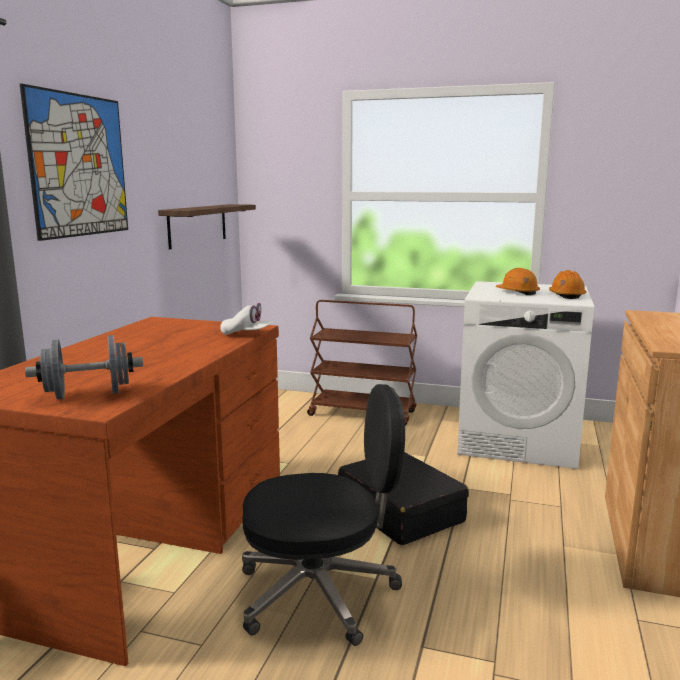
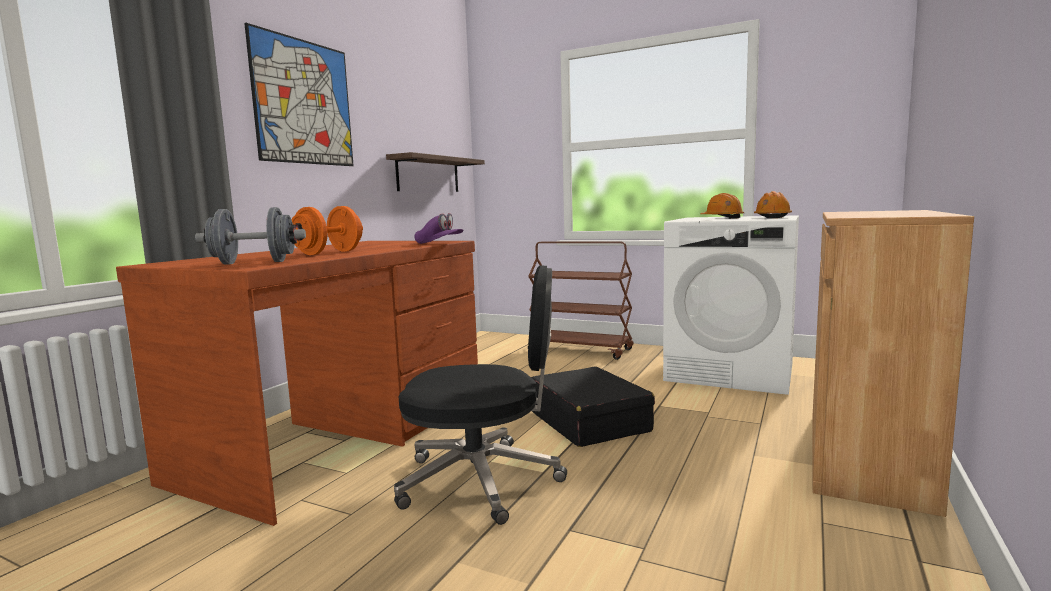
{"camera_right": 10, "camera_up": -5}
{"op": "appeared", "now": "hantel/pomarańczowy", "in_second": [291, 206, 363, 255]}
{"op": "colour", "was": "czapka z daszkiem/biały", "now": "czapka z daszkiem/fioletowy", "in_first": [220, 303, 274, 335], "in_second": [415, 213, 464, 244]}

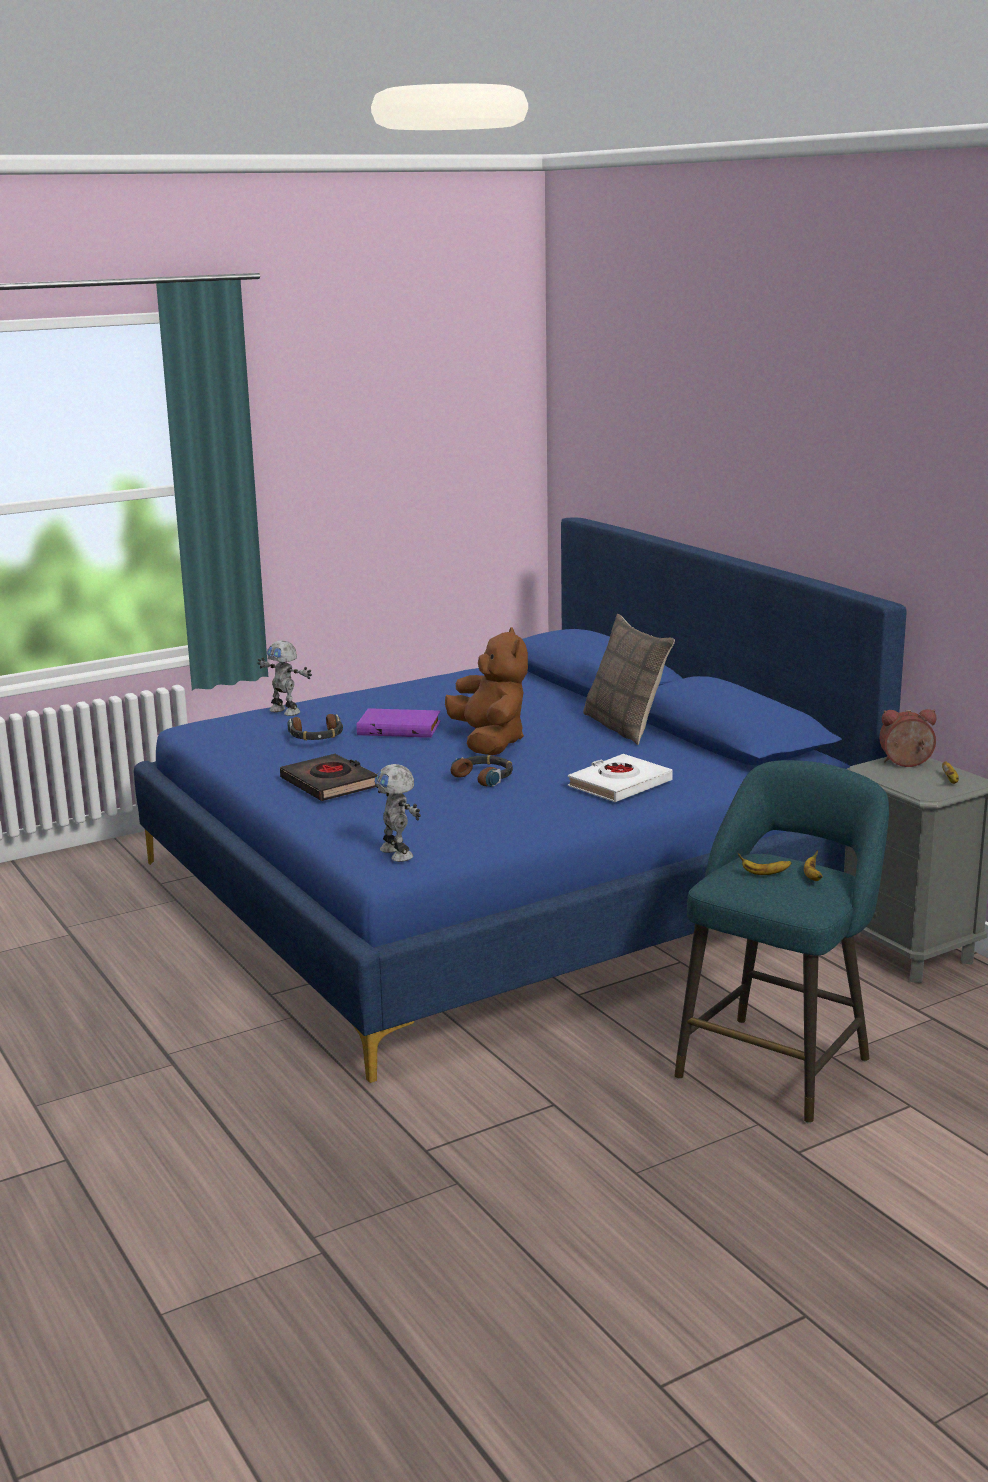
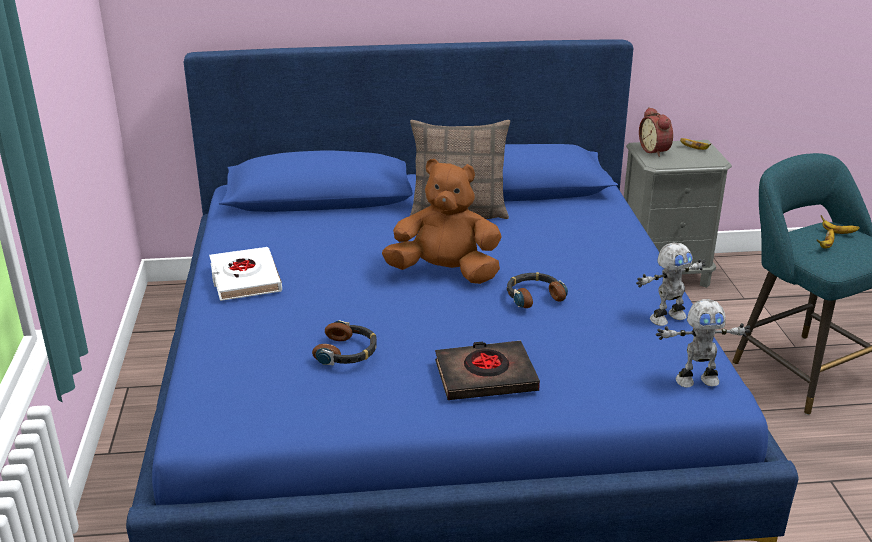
{"camera_right": -65, "camera_up": 10}
{"op": "relocated", "was": "książka/biały", "in_first": [567, 754, 673, 802], "in_second": [209, 247, 282, 301]}
{"op": "relocated", "was": "robot zabawkowy", "in_first": [257, 640, 312, 716], "in_second": [636, 243, 706, 326]}
{"op": "spun", "was": "budzik", "in_first": [879, 709, 936, 767], "in_second": [639, 107, 673, 157], "clockwise": -45}
{"op": "missing", "was": "książka/fioletowy", "in_first": [357, 708, 441, 738]}

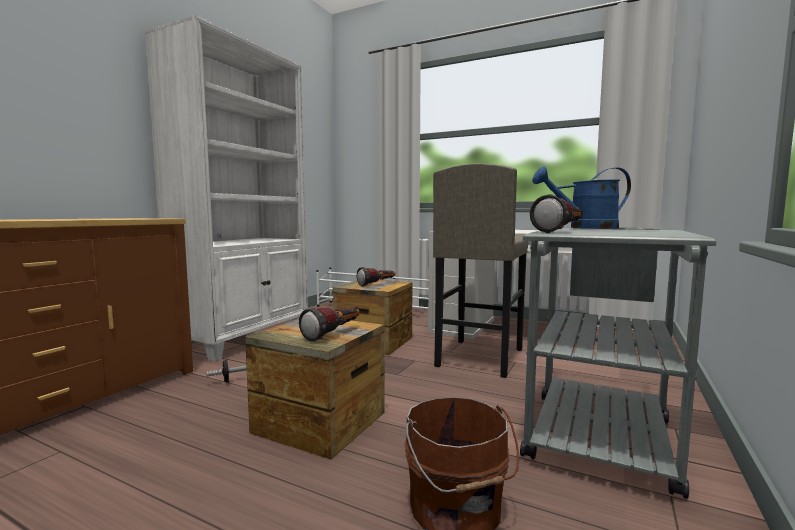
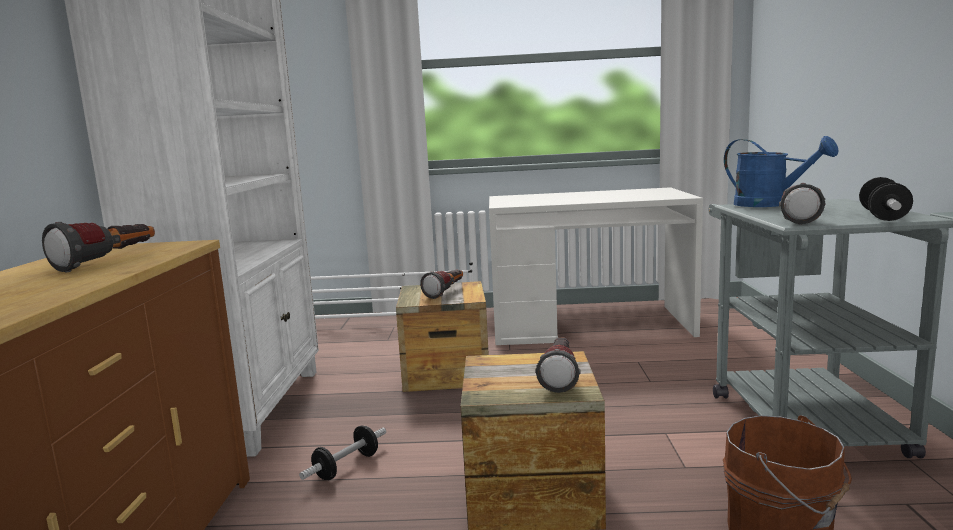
{"camera_right": -25, "camera_up": 5}
{"op": "appeared", "now": "latarka", "in_second": [42, 222, 155, 272]}
{"op": "spun", "was": "konewka/niebieski", "in_first": [532, 166, 631, 229], "in_second": [724, 136, 838, 207], "clockwise": -105}
{"op": "appeared", "now": "hantel", "in_second": [859, 177, 913, 221]}
{"op": "missing", "was": "stołek/szary", "in_first": [433, 163, 528, 378]}

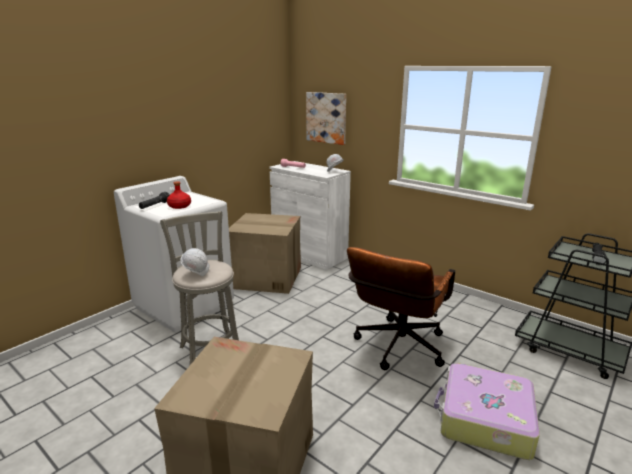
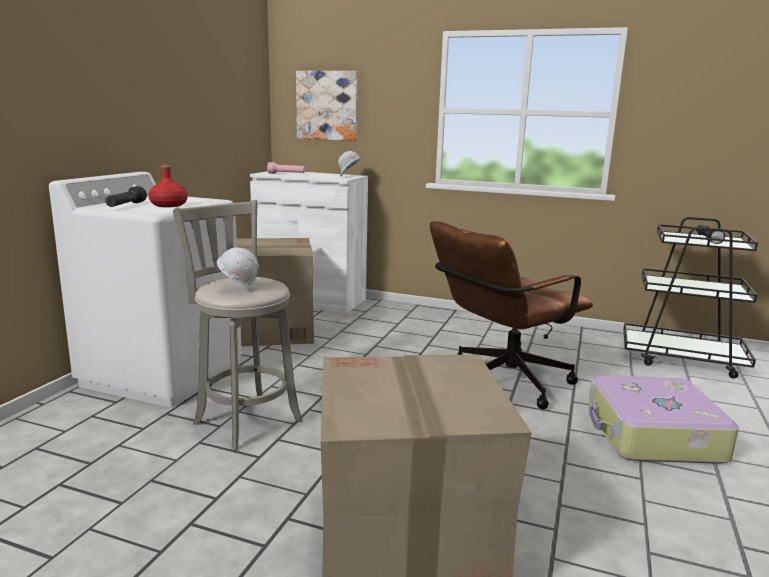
{"camera_right": -20, "camera_up": -5}
{"op": "spun", "was": "krzesło biurowe/brązowy", "in_first": [347, 247, 455, 370], "in_second": [430, 221, 593, 409], "clockwise": 45}

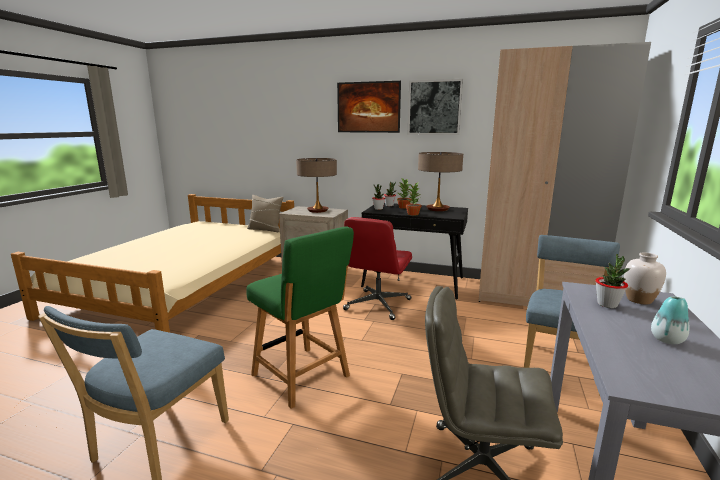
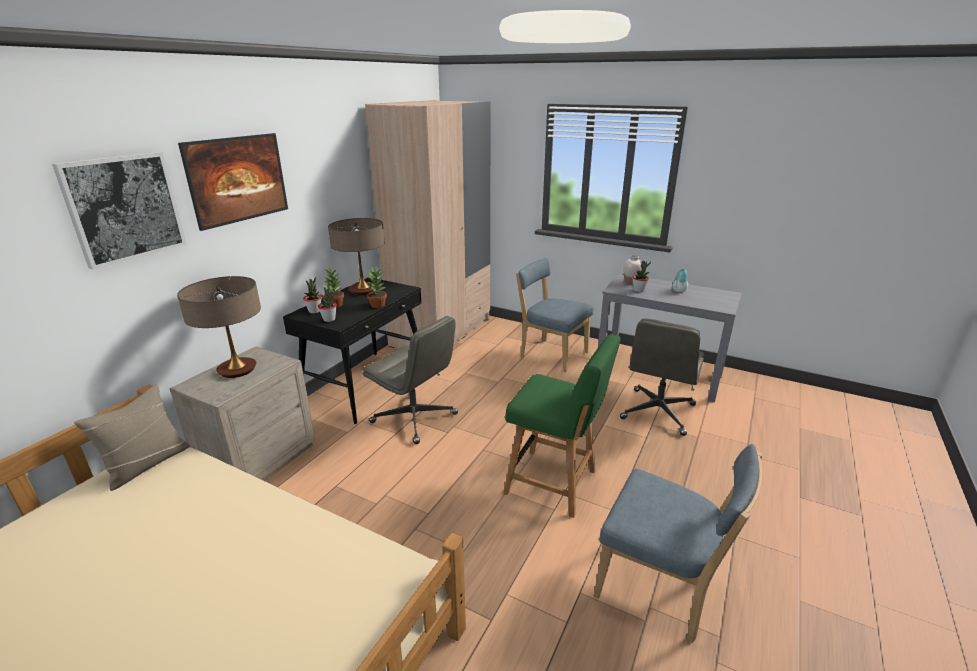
{"camera_right": -80, "camera_up": 10}
{"op": "relocated", "was": "obraz", "in_first": [408, 79, 463, 135], "in_second": [52, 152, 187, 270]}
{"op": "colour", "was": "krzesło biurowe/czerwony", "now": "krzesło biurowe/szary", "in_first": [343, 217, 412, 320], "in_second": [363, 316, 458, 444]}
{"op": "spun", "was": "krzesło/zielony", "in_first": [246, 226, 354, 409], "in_second": [503, 334, 621, 518], "clockwise": 60}

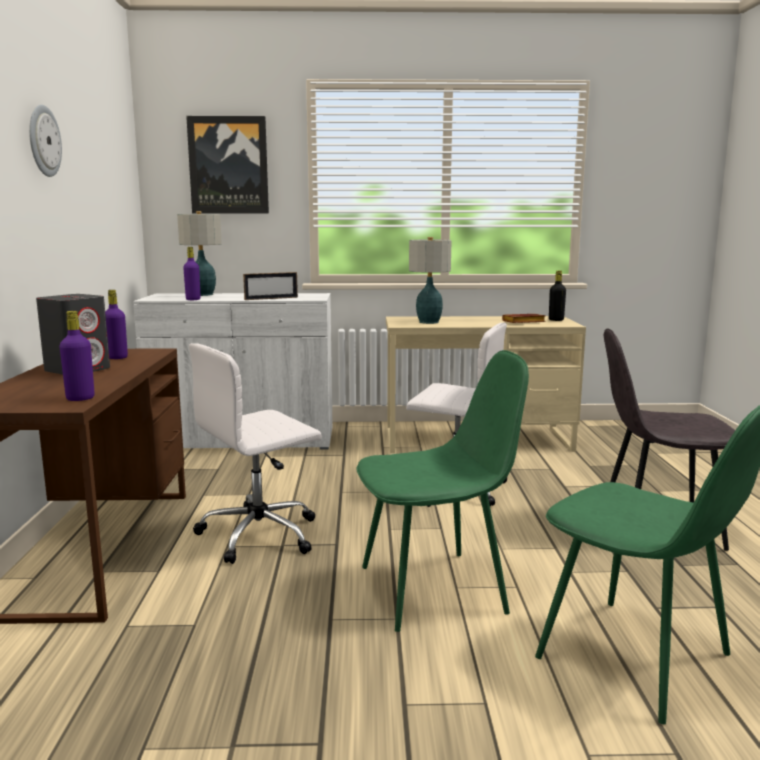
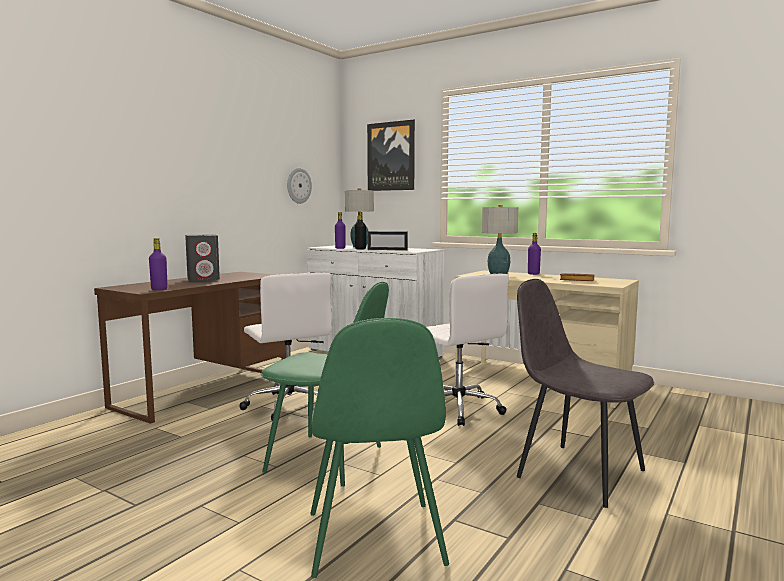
{"camera_right": 35, "camera_up": -5}
{"op": "spun", "was": "krzesło biurowe/biały", "in_first": [189, 343, 322, 564], "in_second": [239, 272, 332, 421], "clockwise": -120}
{"op": "relocated", "was": "zegar ścienny", "in_first": [29, 105, 62, 177], "in_second": [287, 168, 312, 204]}
{"op": "relocated", "was": "butelka/czarny", "in_first": [549, 271, 566, 321], "in_second": [355, 212, 366, 250]}
{"op": "relocated", "was": "butelka/fioletowy", "in_first": [105, 290, 128, 359], "in_second": [528, 233, 541, 275]}

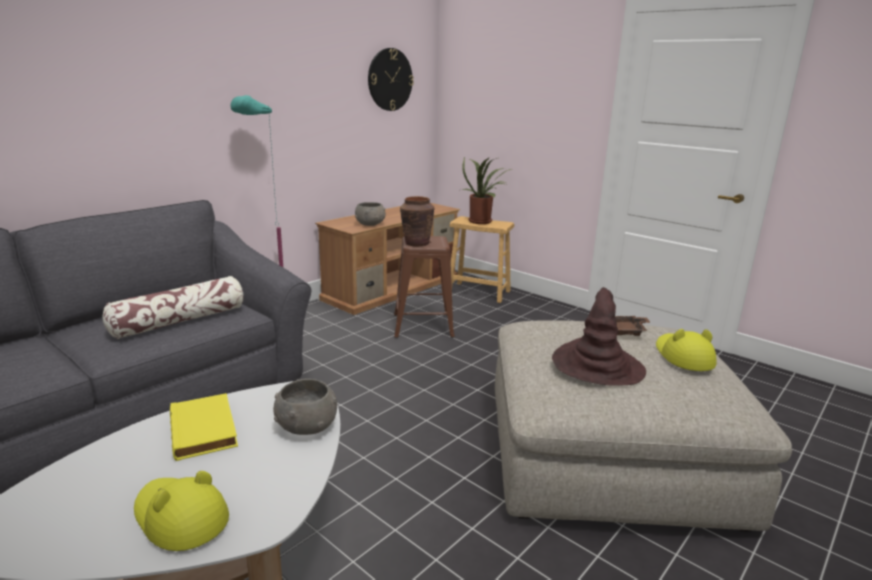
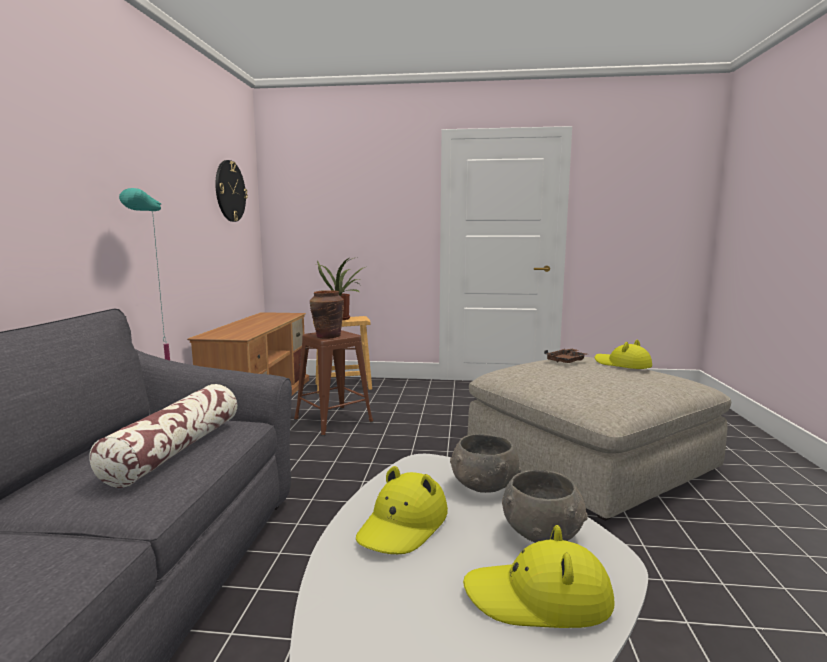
{"camera_right": -35, "camera_up": -10}
{"op": "exchanged", "was": "książka/żółty", "now": "kapelusz/żółty", "in_first": [170, 393, 238, 461], "in_second": [356, 466, 448, 554]}
{"op": "relocated", "was": "miska/szary", "in_first": [355, 202, 386, 226], "in_second": [502, 470, 588, 543]}
{"op": "missing", "was": "kapelusz/brązowy", "in_first": [552, 287, 646, 386]}

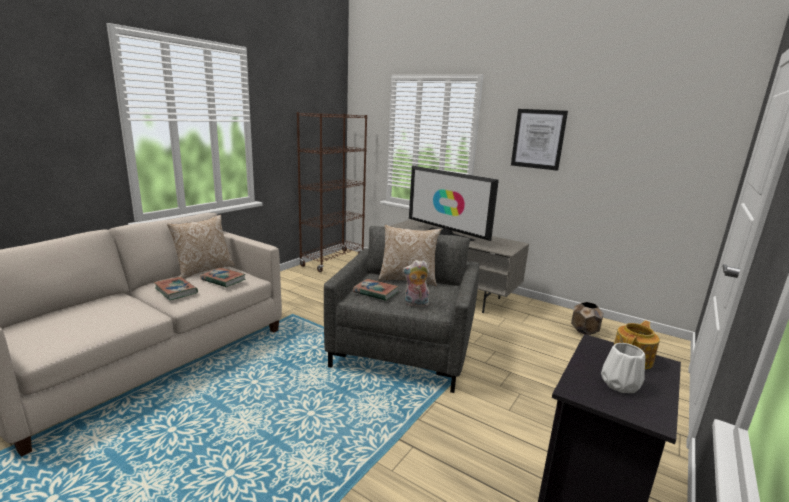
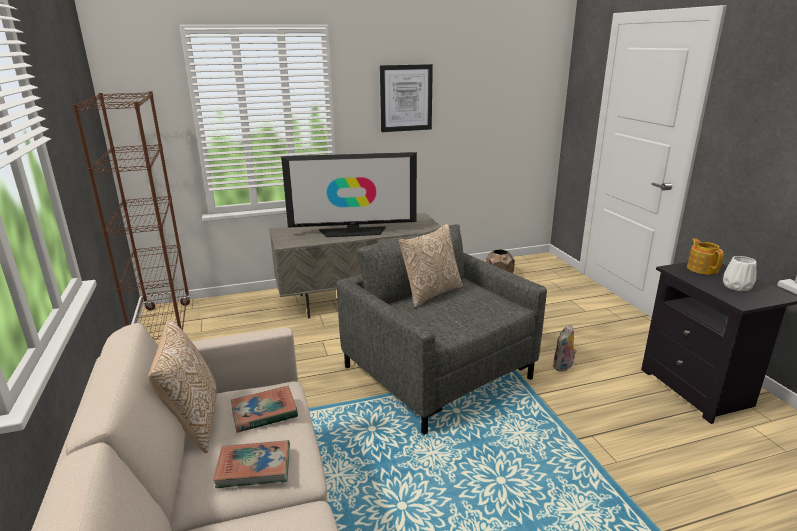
{"camera_right": -50, "camera_up": 5}
{"op": "relocated", "was": "pluszak", "in_first": [402, 260, 430, 307], "in_second": [552, 325, 577, 372]}
{"op": "missing", "was": "książka", "in_first": [353, 279, 399, 301]}

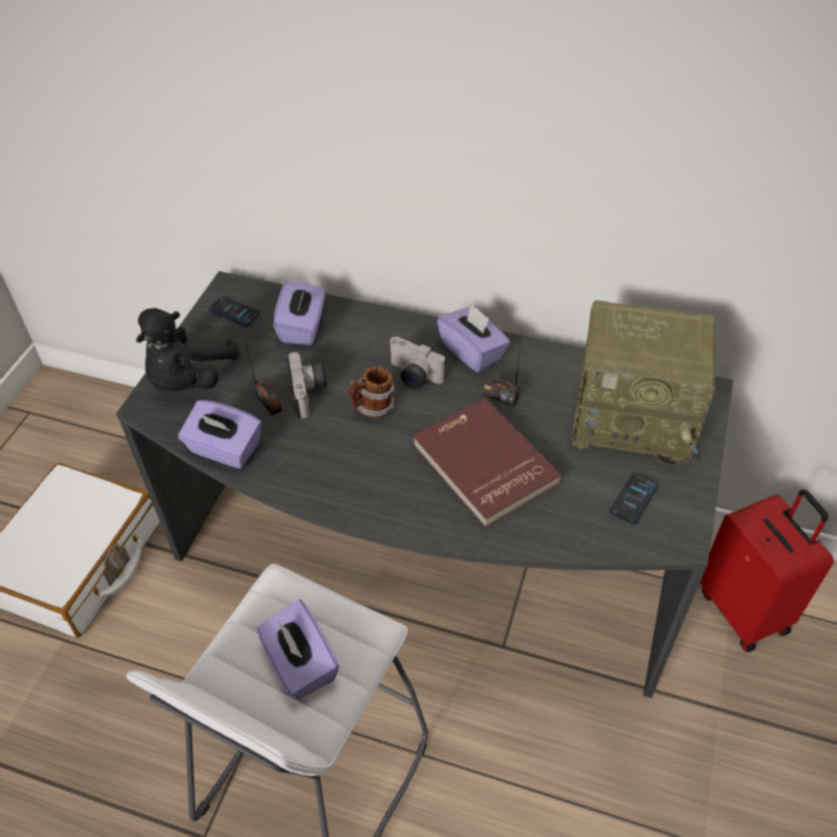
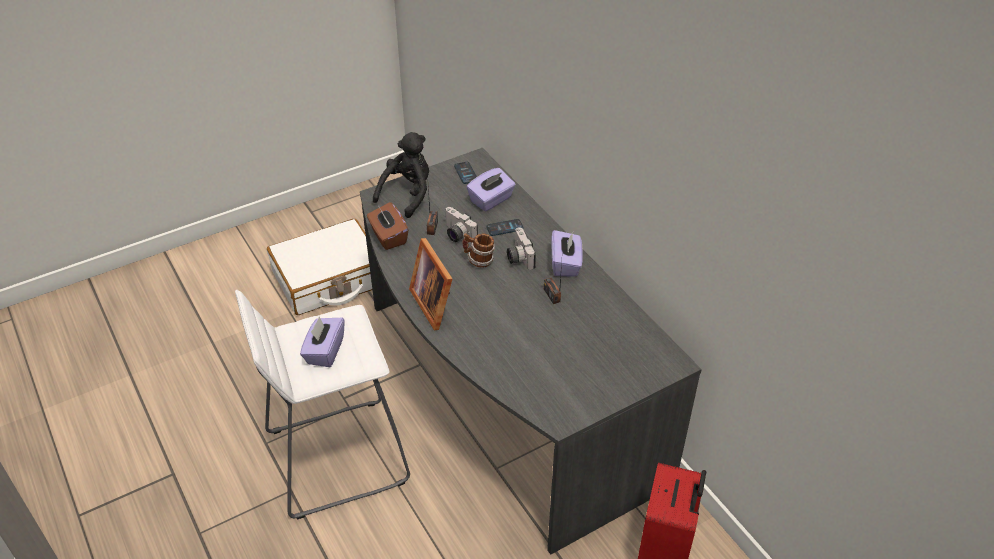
{"camera_right": 40, "camera_up": -5}
{"op": "colour", "was": "pudełko chusteczek/fioletowy", "now": "pudełko chusteczek/brązowy", "in_first": [178, 400, 262, 469], "in_second": [367, 202, 408, 250]}
{"op": "spun", "was": "pluszak/czarny", "in_first": [136, 308, 240, 392], "in_second": [373, 132, 429, 218], "clockwise": 150}
{"op": "appeared", "now": "ramka na zdjęcie", "in_second": [409, 238, 452, 331]}
{"op": "spun", "was": "aparat fotograficzny", "in_first": [287, 352, 327, 418], "in_second": [446, 207, 478, 242], "clockwise": 105}
{"op": "relocated", "was": "telefon", "in_first": [610, 473, 658, 525], "in_second": [486, 219, 524, 236]}
{"op": "missing", "was": "książka/czerwony", "in_first": [413, 398, 562, 528]}
{"op": "missing", "was": "radio", "in_first": [572, 300, 717, 467]}

